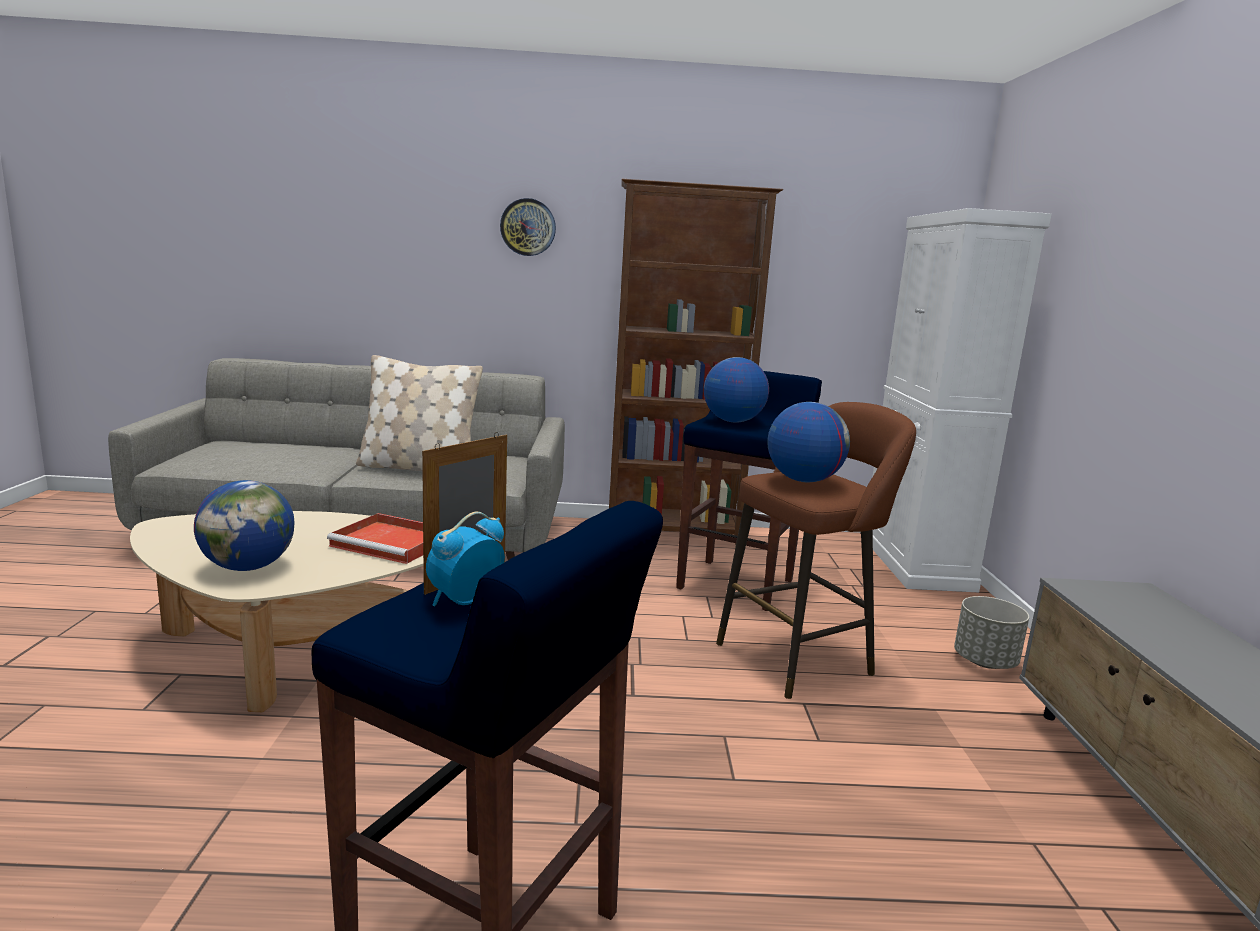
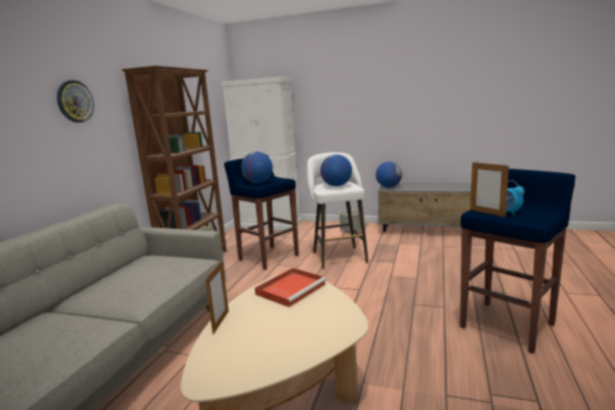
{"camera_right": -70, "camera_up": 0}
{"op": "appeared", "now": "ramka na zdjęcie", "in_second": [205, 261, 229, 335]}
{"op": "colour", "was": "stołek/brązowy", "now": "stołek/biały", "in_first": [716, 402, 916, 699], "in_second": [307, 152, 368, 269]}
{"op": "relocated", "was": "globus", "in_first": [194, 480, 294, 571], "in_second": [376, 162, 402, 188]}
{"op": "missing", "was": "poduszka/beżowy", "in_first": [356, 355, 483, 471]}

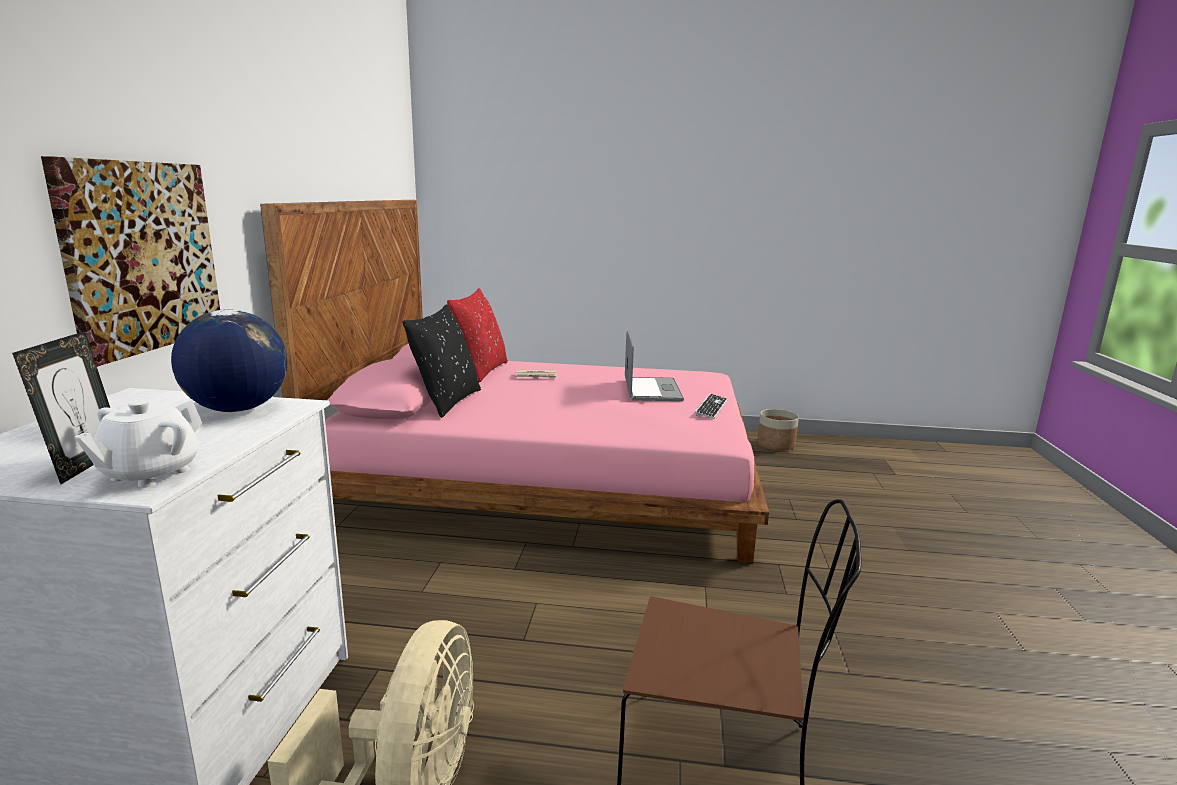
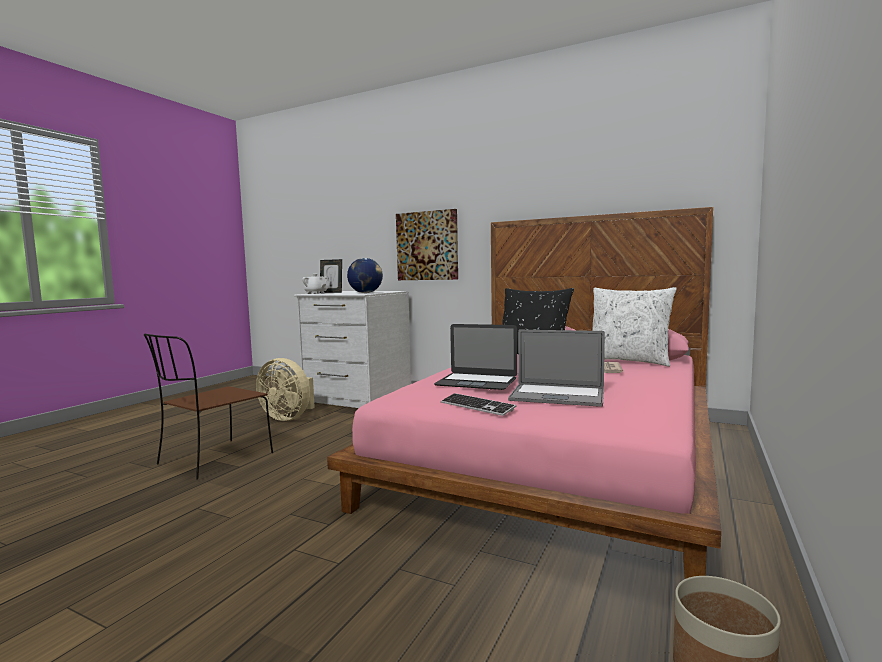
{"camera_right": 110, "camera_up": -10}
{"op": "appeared", "now": "laptop", "in_second": [434, 324, 517, 390]}
{"op": "colour", "was": "poduszka/czerwony", "now": "poduszka/biały", "in_first": [447, 288, 508, 382], "in_second": [592, 287, 677, 367]}

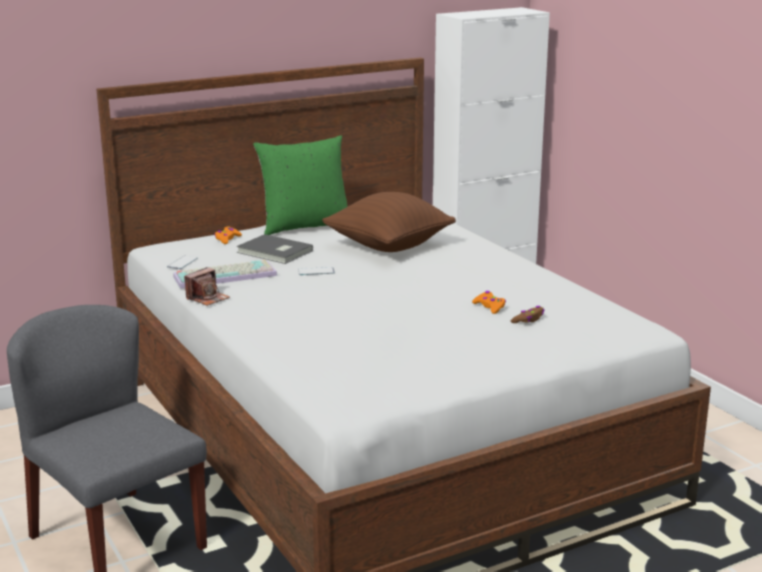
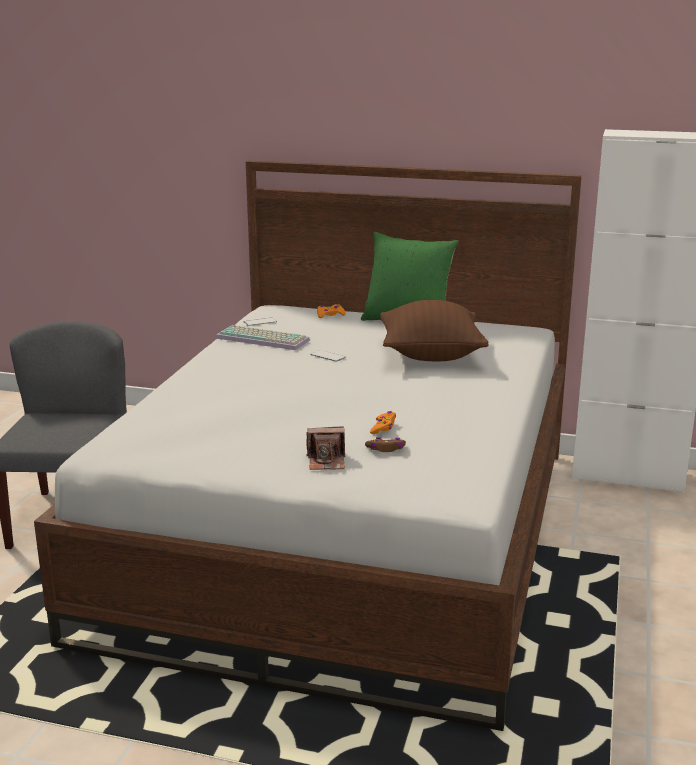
{"camera_right": 45, "camera_up": 0}
{"op": "relocated", "was": "aparat fotograficzny", "in_first": [184, 267, 230, 306], "in_second": [306, 426, 345, 470]}
{"op": "missing", "was": "książka/szary", "in_first": [236, 234, 313, 264]}

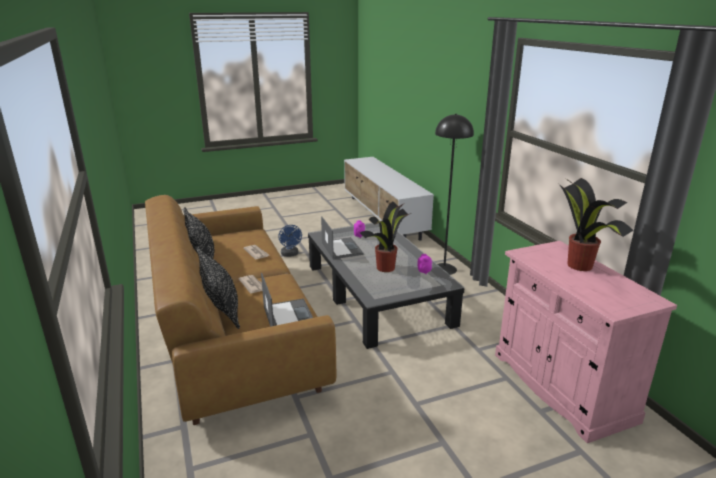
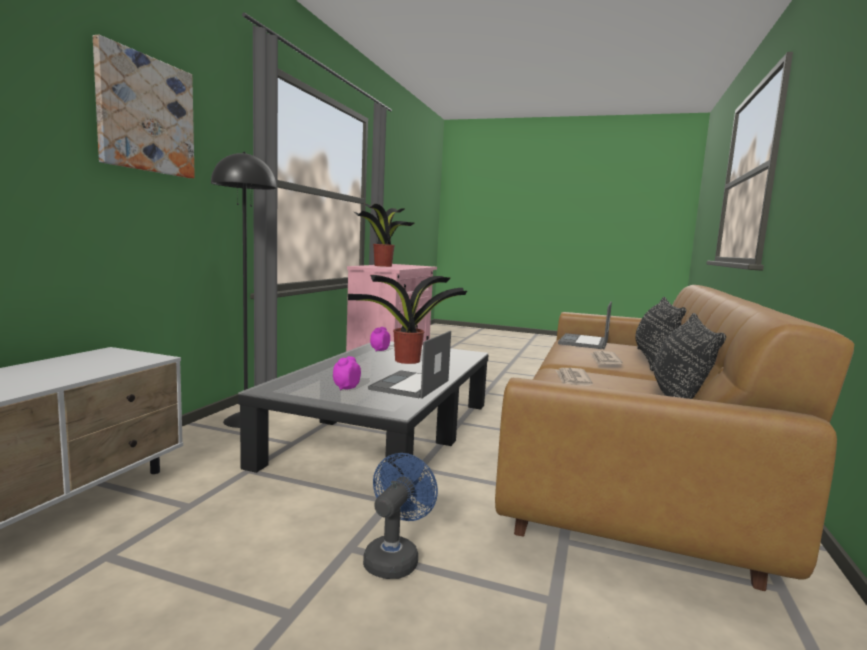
{"camera_right": -140, "camera_up": -15}
{"op": "appeared", "now": "obraz", "in_second": [93, 35, 195, 178]}

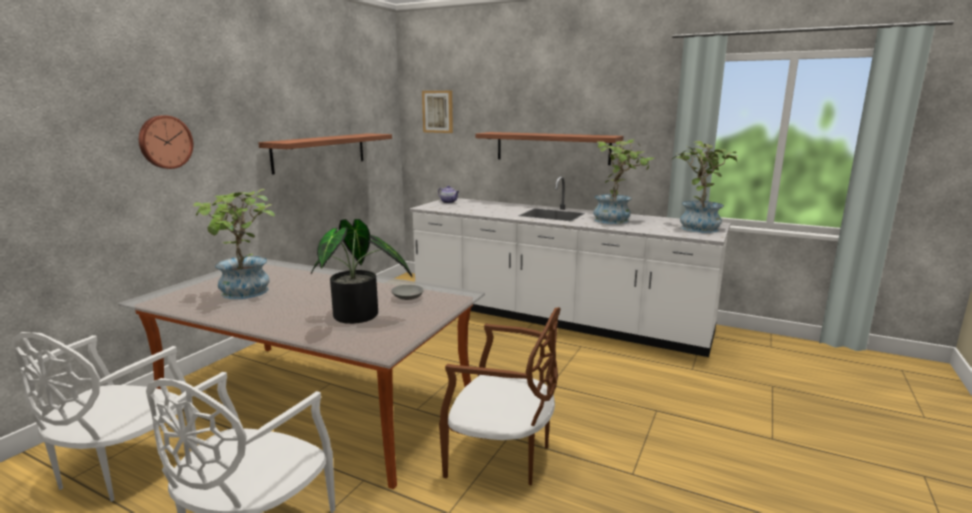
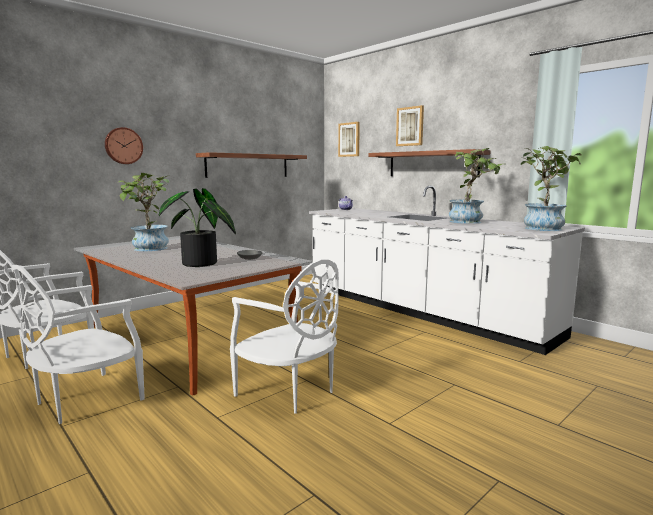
{"camera_right": 20, "camera_up": -5}
{"op": "colour", "was": "krzesło/brązowy", "now": "krzesło/biały", "in_first": [439, 307, 561, 485], "in_second": [230, 259, 339, 414]}
{"op": "appeared", "now": "obraz", "in_second": [396, 105, 424, 146]}

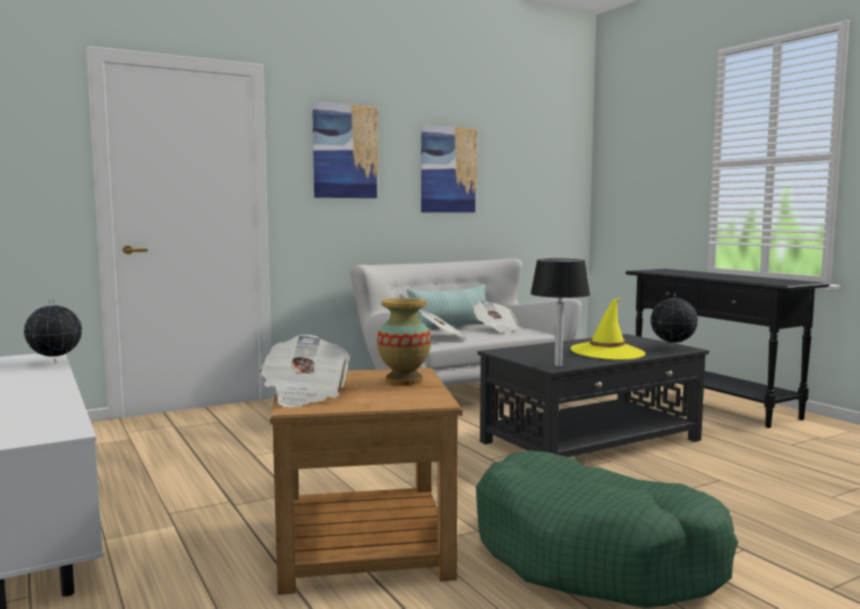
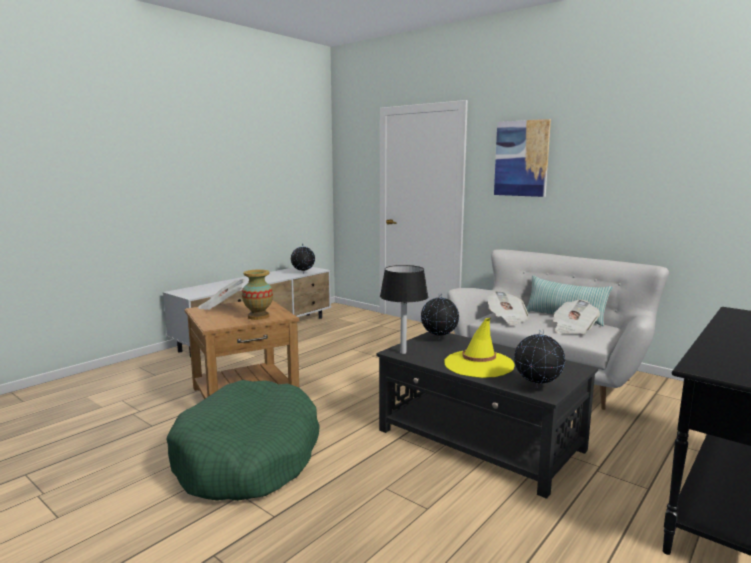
{"camera_right": 70, "camera_up": 5}
{"op": "appeared", "now": "globus", "in_second": [421, 293, 459, 339]}
{"op": "missing", "was": "obraz", "in_first": [421, 125, 477, 213]}

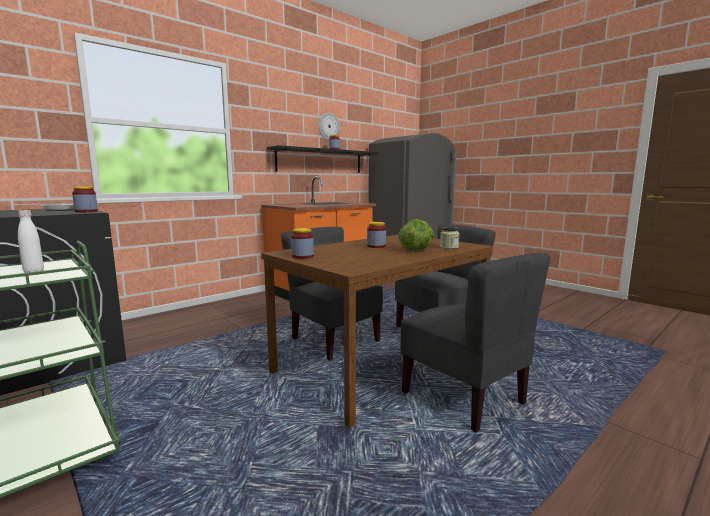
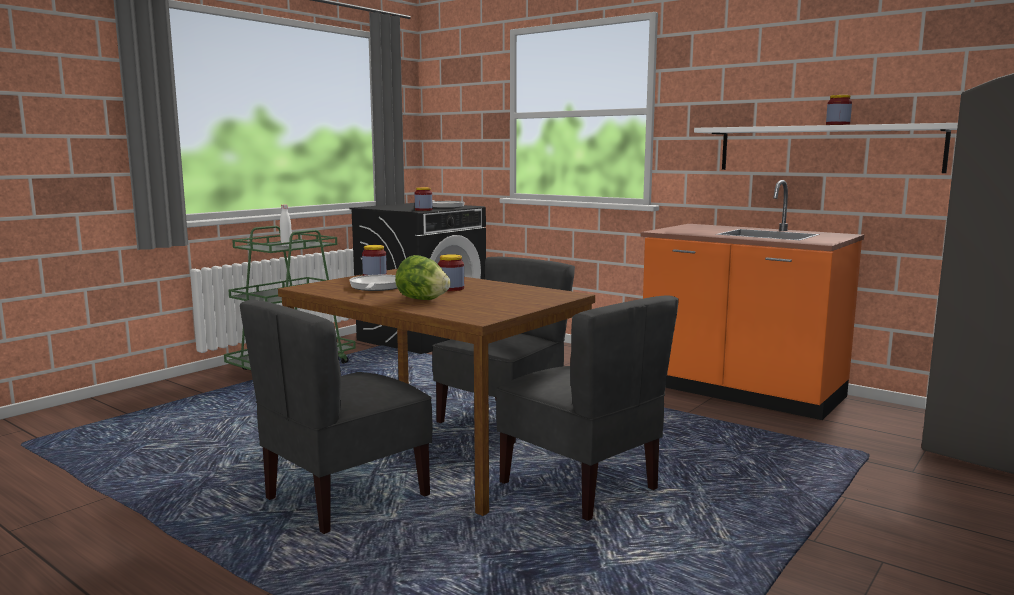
{"camera_right": 80, "camera_up": 0}
{"op": "appeared", "now": "patelnia", "in_second": [349, 275, 397, 291]}
{"op": "colour", "was": "półka/czarny", "now": "półka/biały", "in_first": [267, 145, 378, 173], "in_second": [694, 123, 958, 173]}
{"op": "missing", "was": "zegar ścienny", "in_first": [319, 113, 340, 141]}
{"op": "missing", "was": "słoik", "in_first": [440, 227, 459, 249]}

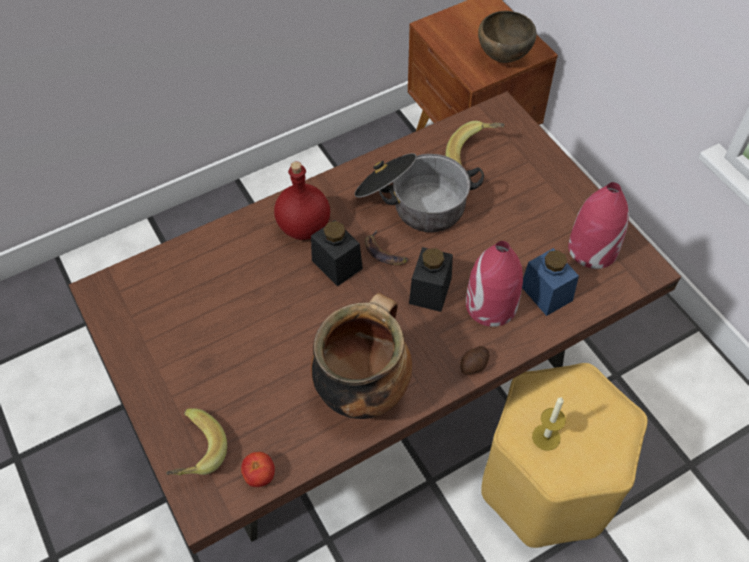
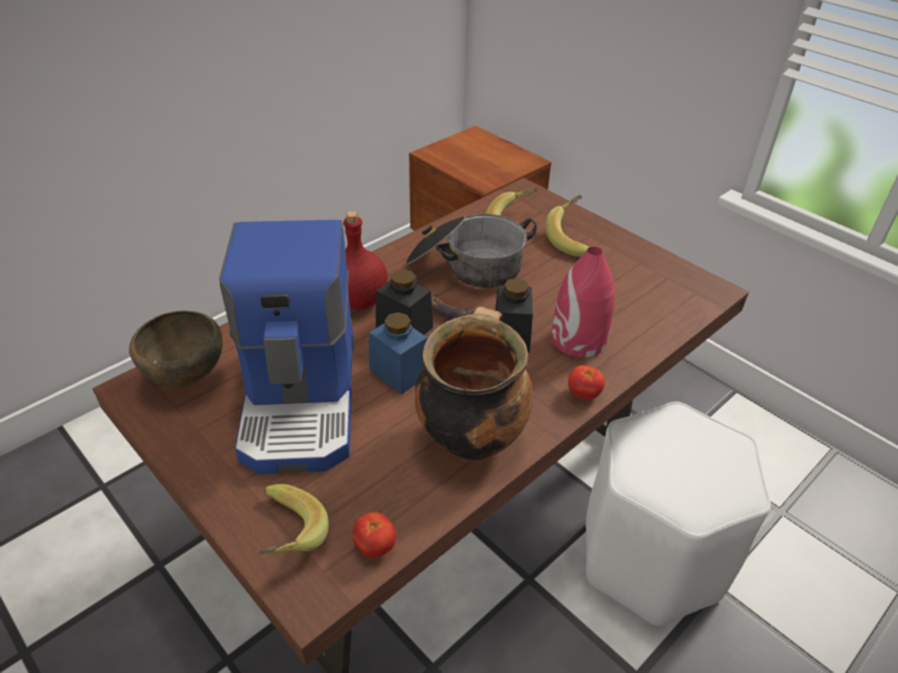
{"camera_right": -15, "camera_up": -15}
{"op": "relocated", "was": "miska/brązowy", "in_first": [478, 11, 537, 63], "in_second": [129, 311, 223, 387]}
{"op": "appeared", "now": "ekspres do kawy", "in_second": [219, 220, 354, 474]}
{"op": "relocated", "was": "słoik/niebieski", "in_first": [522, 248, 579, 316], "in_second": [369, 312, 427, 394]}
{"op": "appeared", "now": "banan", "in_second": [545, 195, 589, 257]}
{"op": "exchanged", "was": "ziemniak", "now": "pomidor", "in_first": [460, 346, 489, 375], "in_second": [568, 365, 605, 399]}
{"op": "colour", "was": "stołek/żółty", "now": "stołek/biały", "in_first": [481, 363, 648, 548], "in_second": [586, 402, 771, 626]}
{"op": "missing", "was": "świeca", "in_first": [532, 397, 566, 451]}
{"op": "missing", "was": "wazon/czerwony", "in_first": [568, 182, 629, 269]}

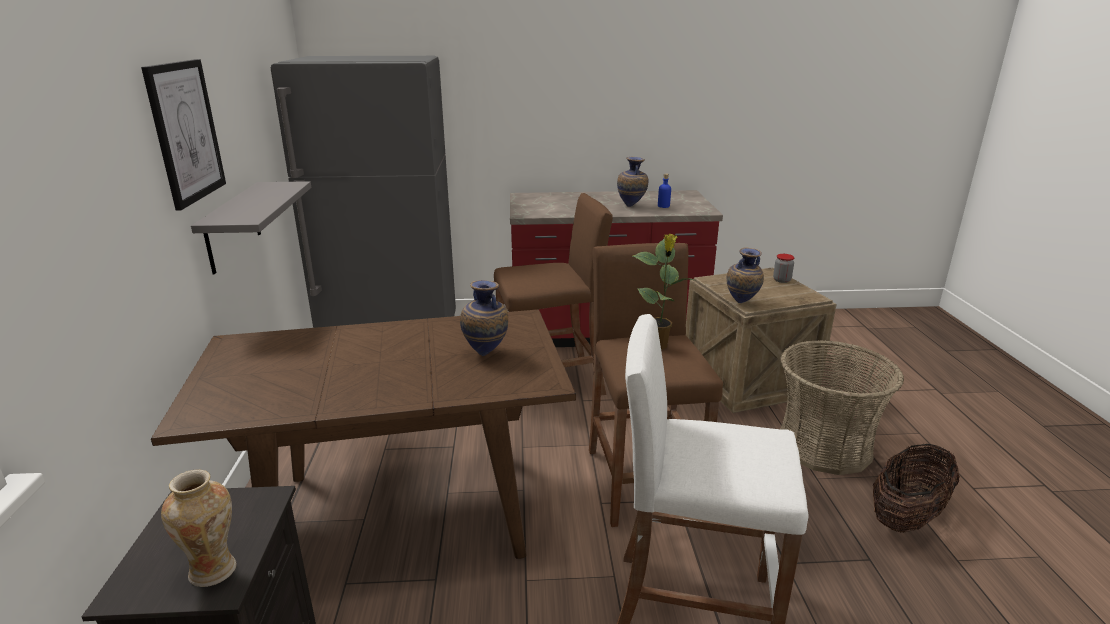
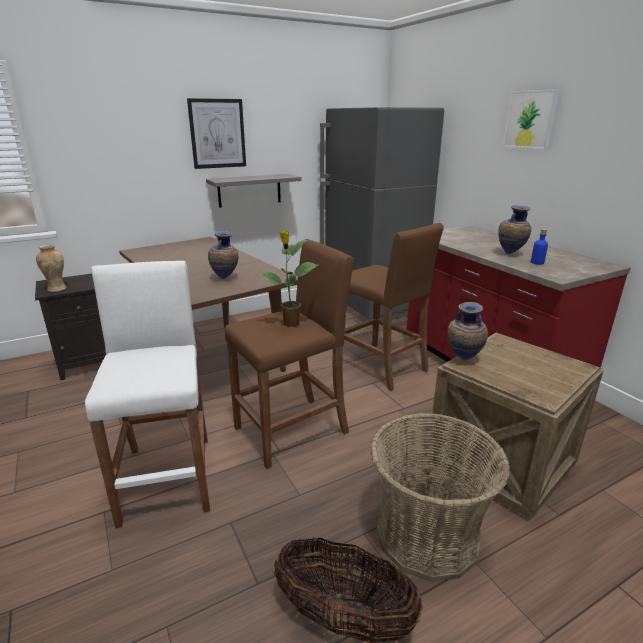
{"camera_right": 65, "camera_up": 0}
{"op": "appeared", "now": "obraz", "in_second": [503, 89, 559, 150]}
{"op": "missing", "was": "słoik", "in_first": [773, 254, 794, 283]}

